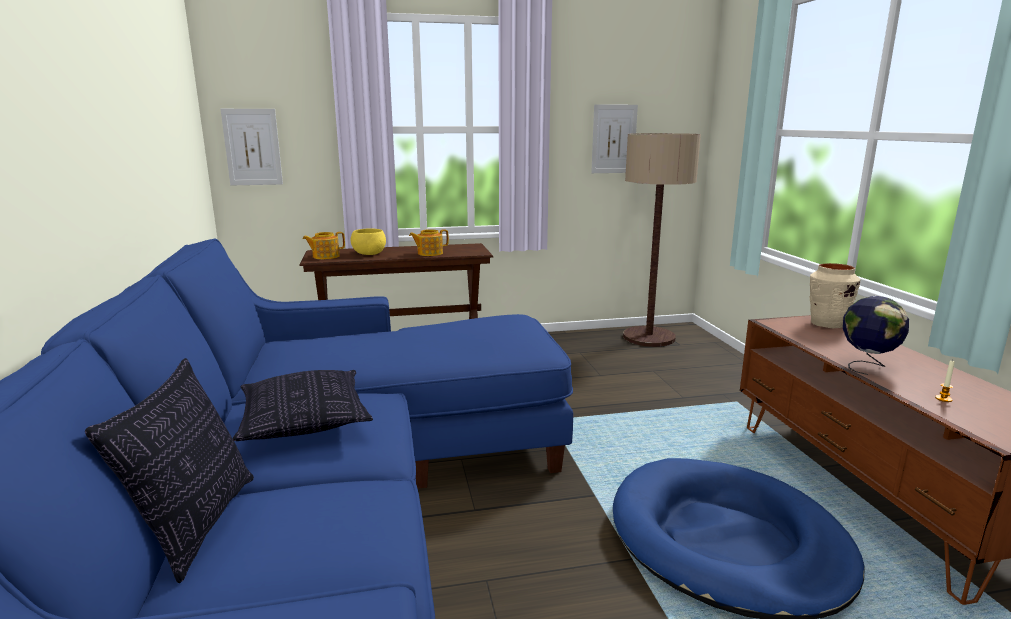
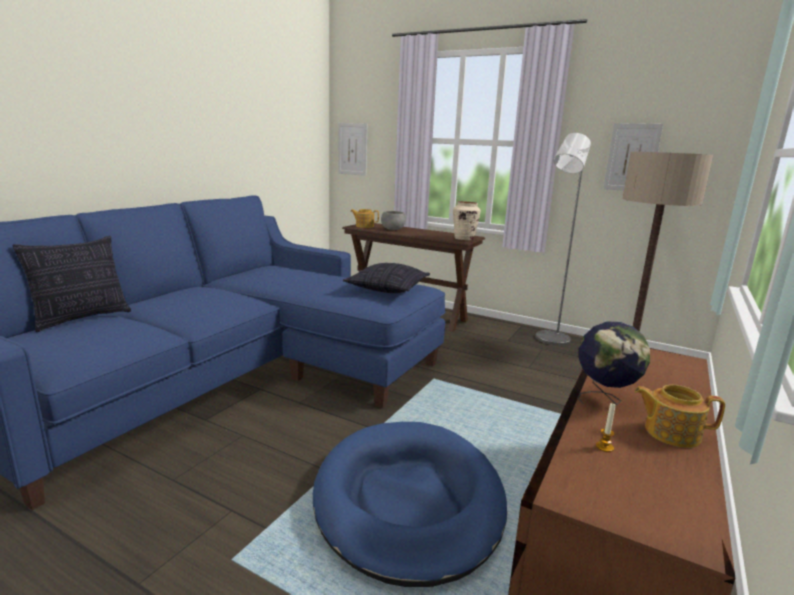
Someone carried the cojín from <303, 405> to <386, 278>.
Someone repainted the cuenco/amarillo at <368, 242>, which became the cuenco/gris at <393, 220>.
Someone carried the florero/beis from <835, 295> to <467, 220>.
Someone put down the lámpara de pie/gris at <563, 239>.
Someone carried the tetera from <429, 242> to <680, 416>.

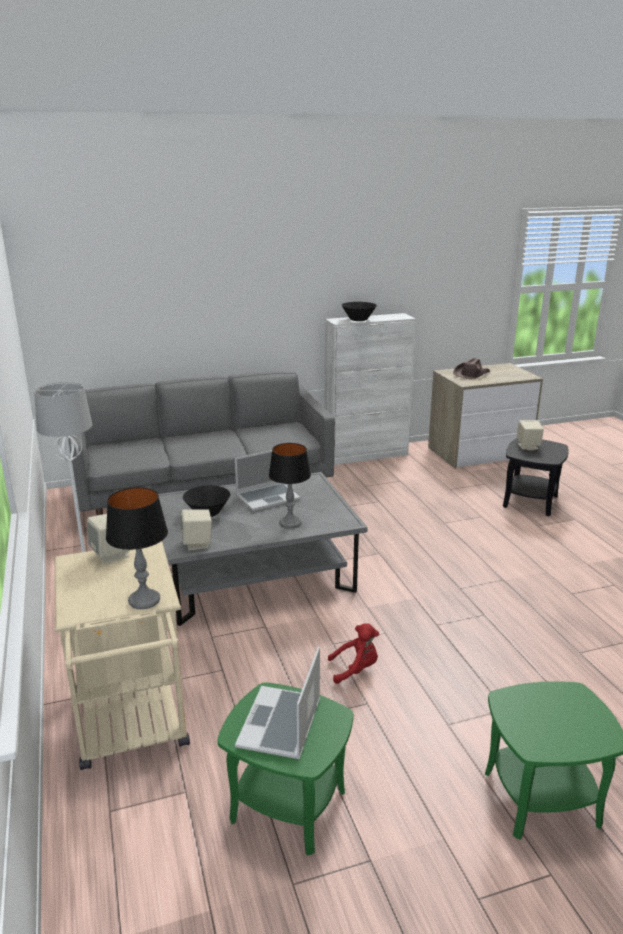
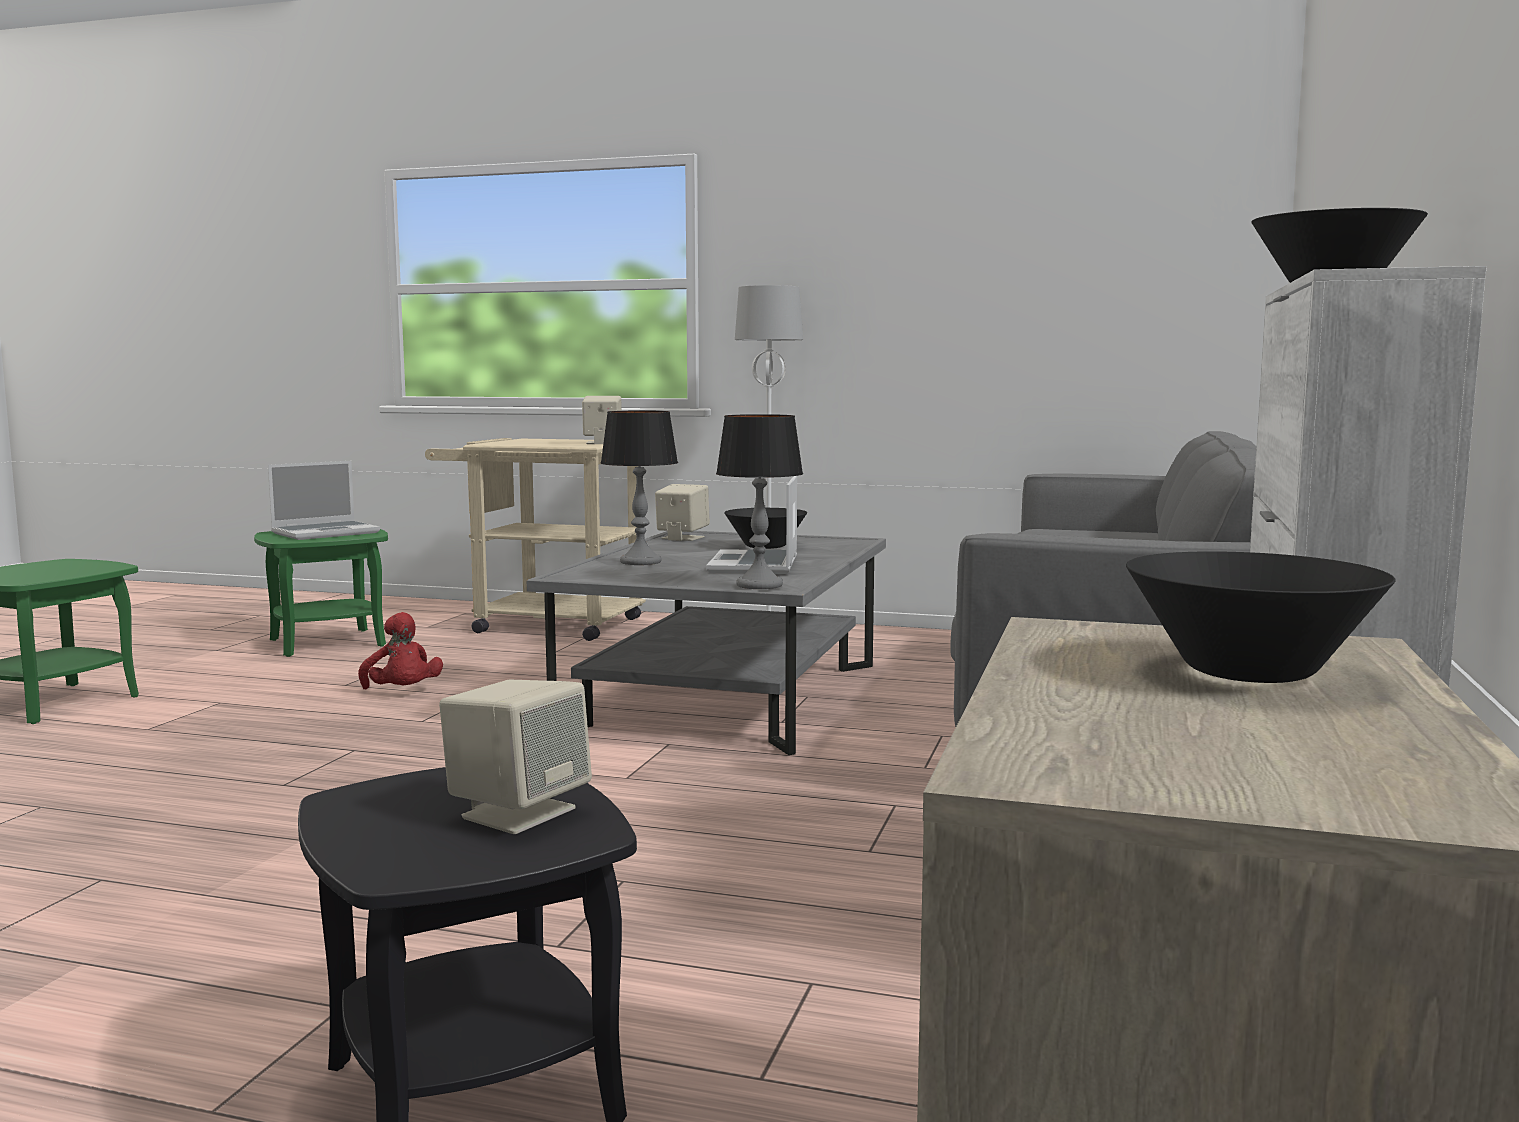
Someone rotated the portátil at <277, 702> by 90 degrees clockwise.
Someone rotated the peluche/rojo at <353, 653> by 60 degrees counterclockwise.
Someone carried the lámpara de mesa from <137, 548> to <759, 501>.
Someone swapped the sombrero/marrón at <471, 368> for the cuenco/negro at <1261, 617>.

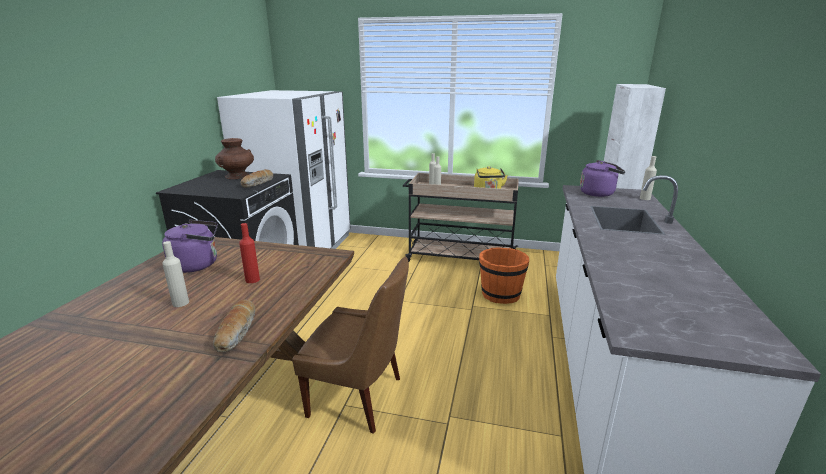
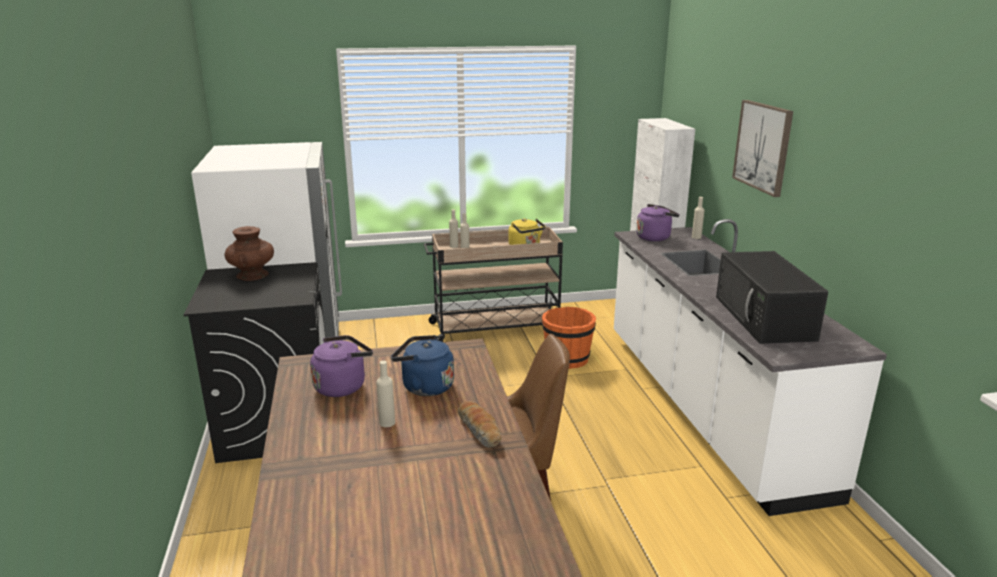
Someone swapped the botella/rojo at <249, 253> for the hervidor/azul at <422, 365>.
Someone put down the microondas/negro at <772, 297>.
Someone put up the cuadro at <762, 148>.
Someone took away the pan at <256, 178>.

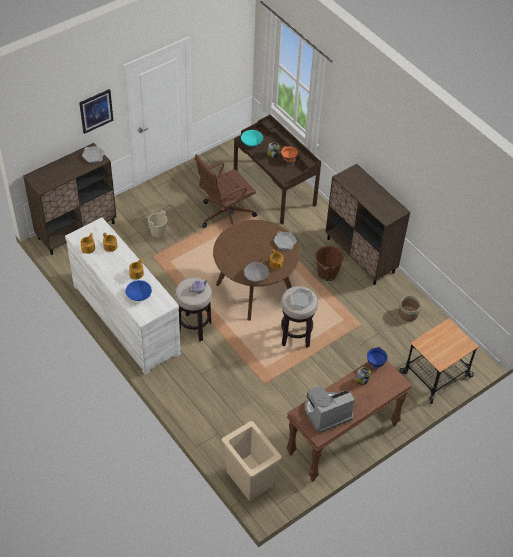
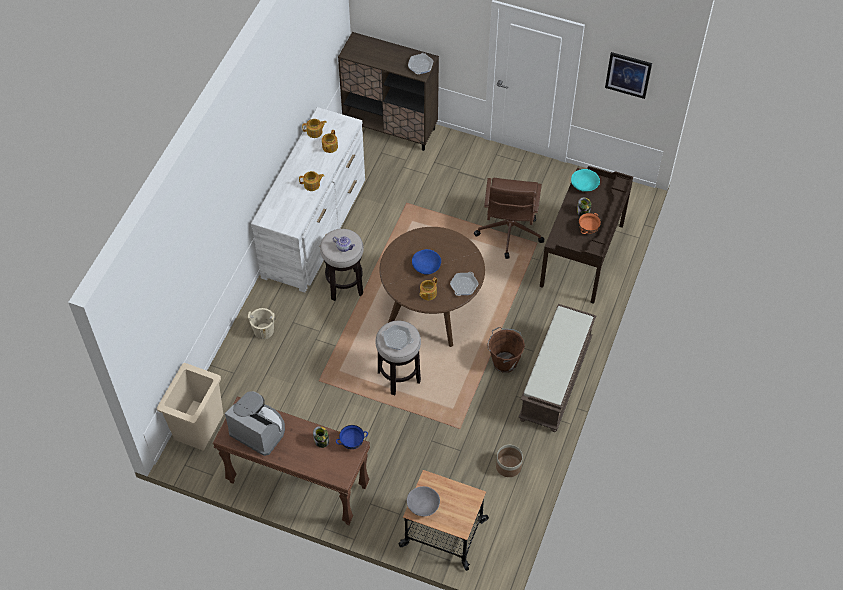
Someone carried the cubo/beis from <158, 224> to <262, 323>.
Someone carried the cuenco/gris from <256, 272> to <423, 501>.
Someone carried the cuenco/azul from <138, 290> to <426, 261>.
Someone rotated the silla de oficina/marrón at <226, 191> by 105 degrees counterclockwise.
Someone swapped the armario/marrón at <367, 224> for the banco/marrón at <557, 368>.
Someone carried the cuadro from <96, 111> to <628, 75>.

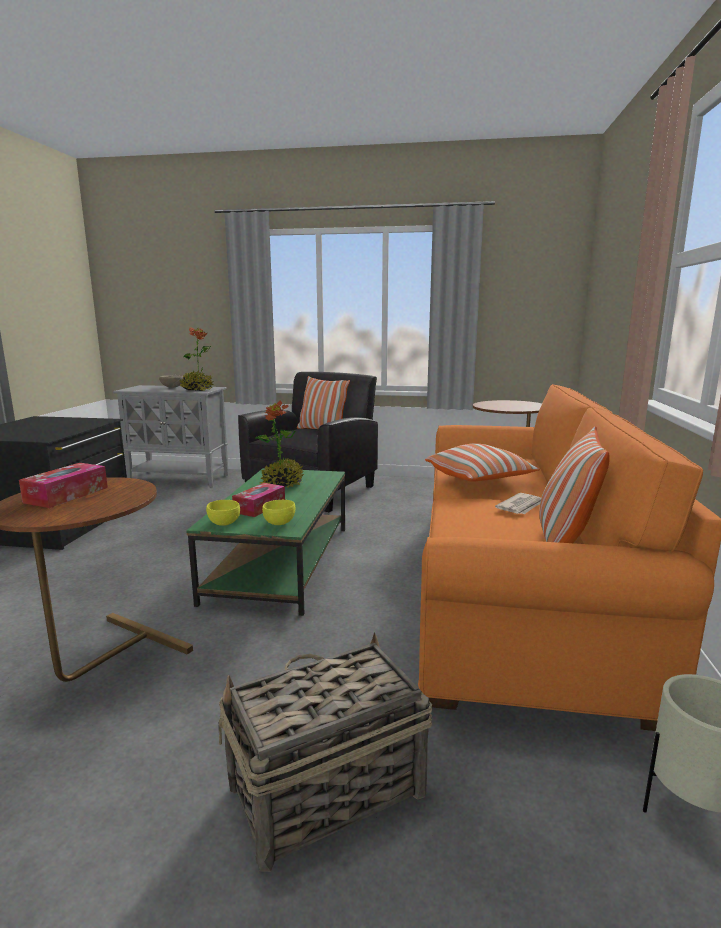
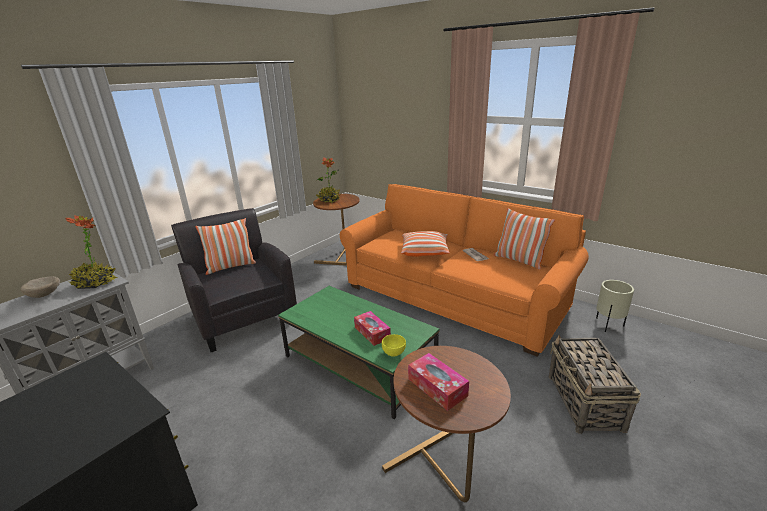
Someone carried the planta en maceta from <279, 444> to <328, 180>.
Someone took away the cuenco/amarillo at <278, 512>.

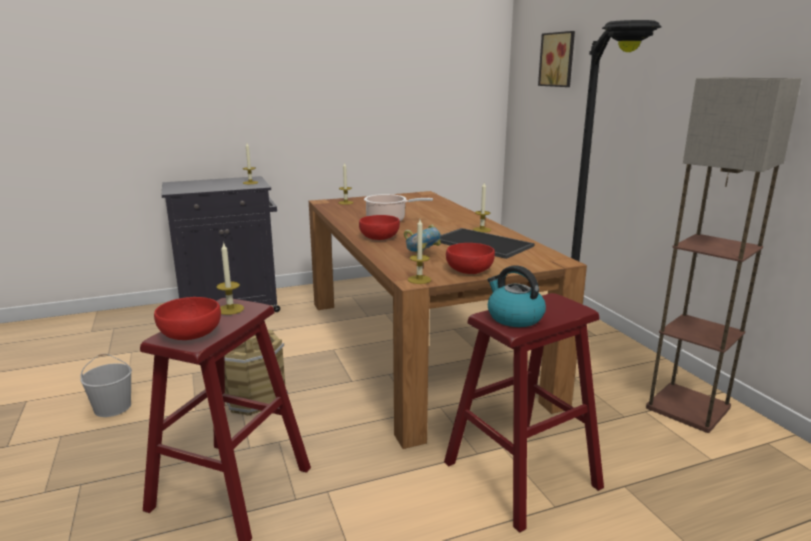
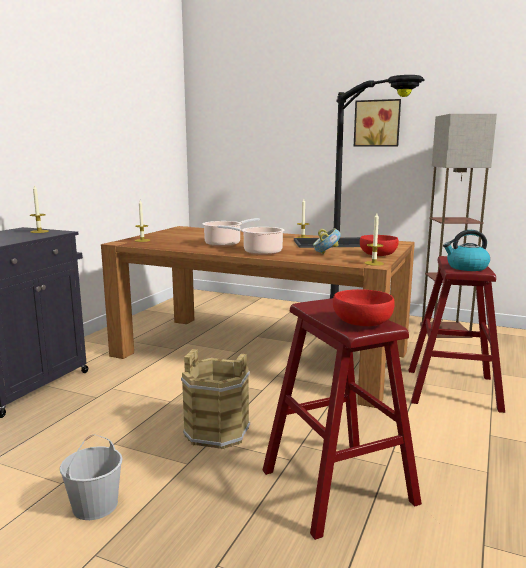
Someone swapped the cuenco/rojo at <379, 227> for the olla at <251, 240>.
Someone carried the cuadro from <556, 59> to <377, 123>.
Someone took away the vela at <230, 278>.

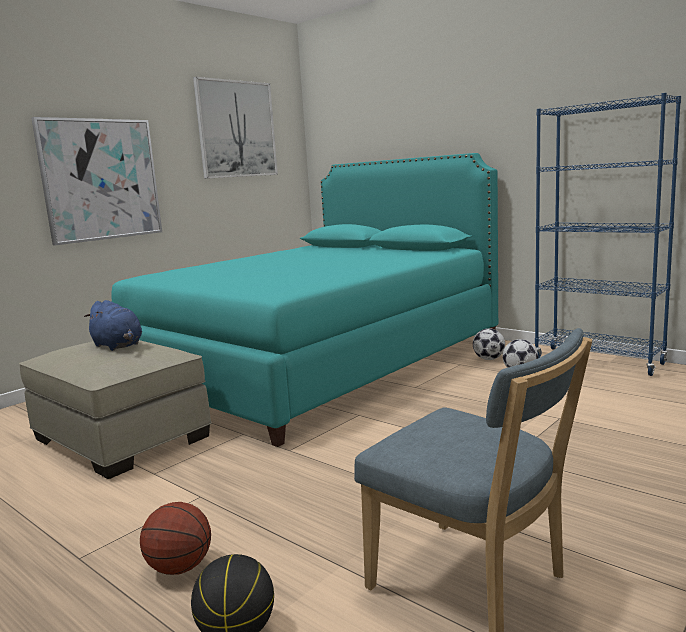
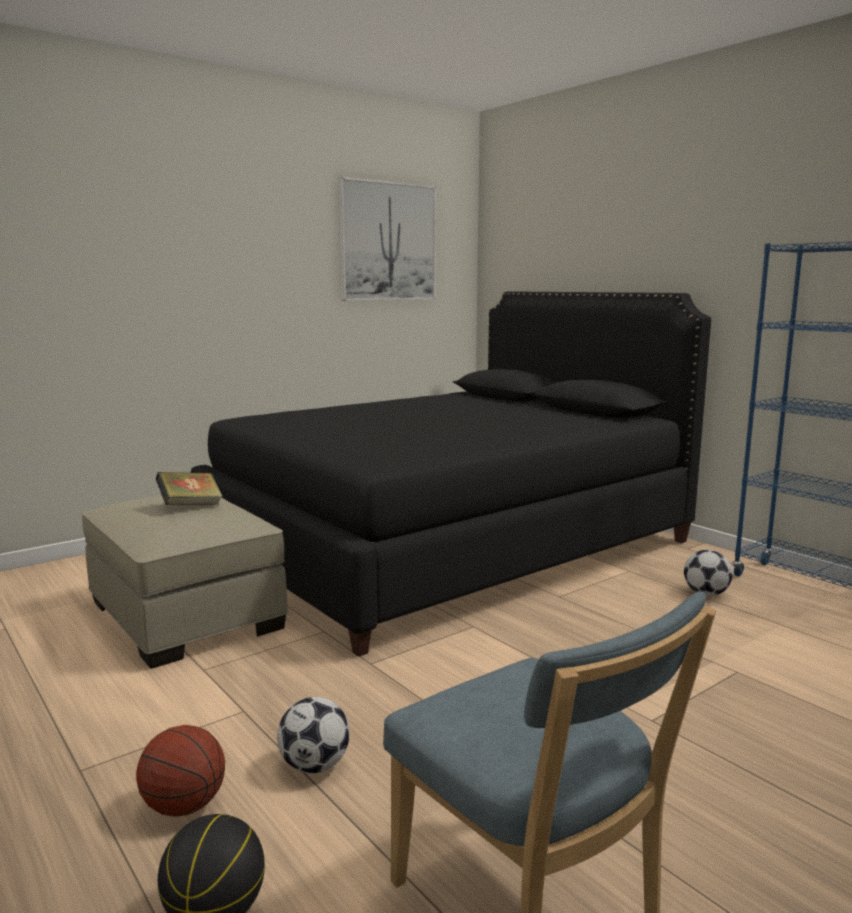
Someone swapped the peluche/azul at <113, 325> for the libro at <189, 488>.
Someone repainted the cama/turquesa at <304, 300>, which became the cama/negro at <451, 474>.
Someone carried the balón de fútbol from <489, 344> to <313, 735>.
Someone took away the cuadro at <96, 181>.

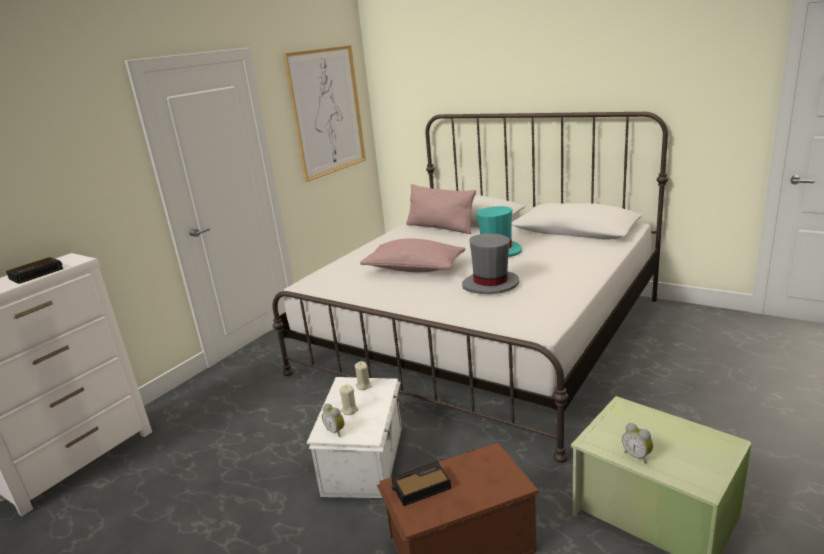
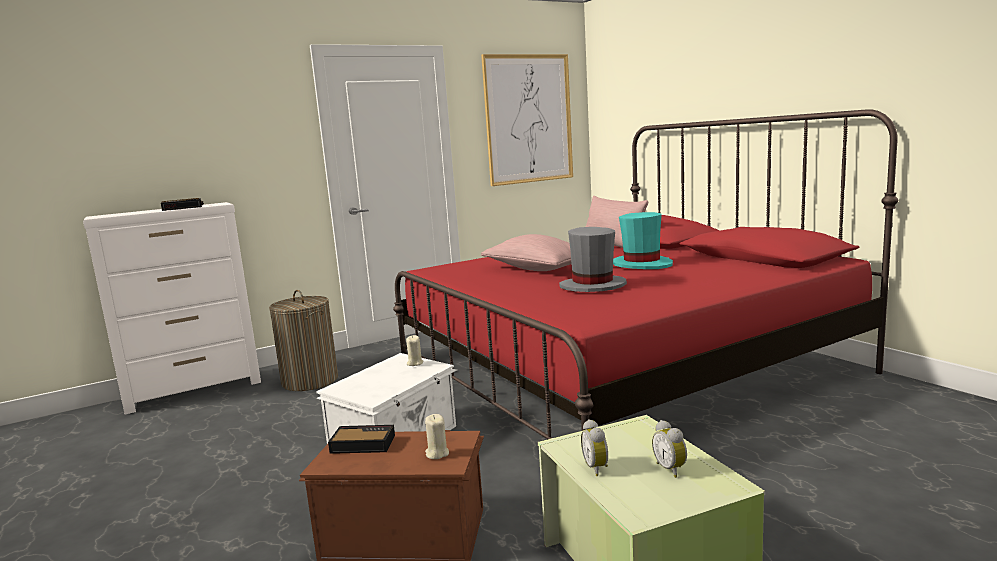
Someone put down the cesto de la ropa at <303, 340>.
Someone repainted the cama/blanco at <470, 287>, which became the cama/rojo at <645, 274>.
Someone carried the vela/beis from <349, 399> to <437, 436>.
Someone carried the despertador from <333, 420> to <669, 449>.

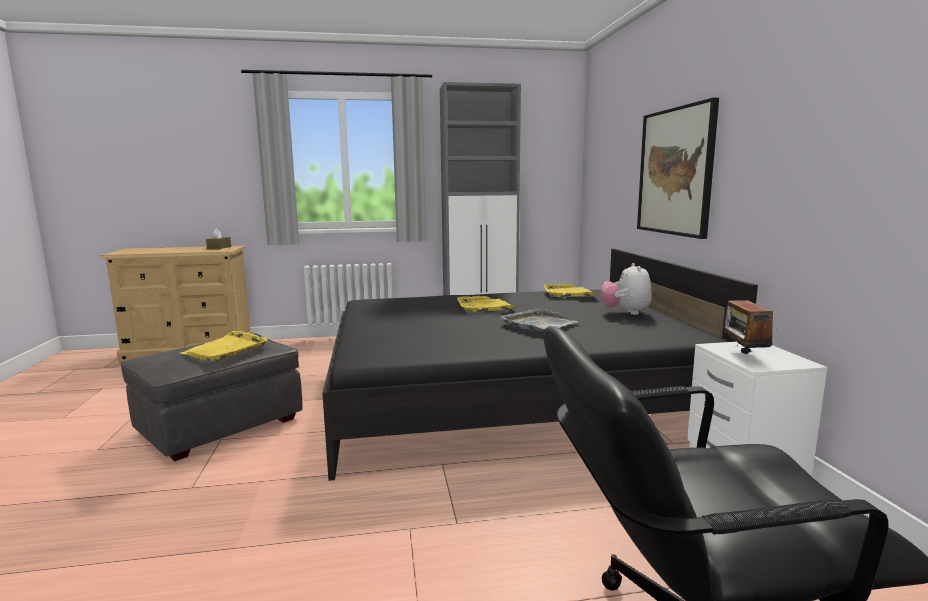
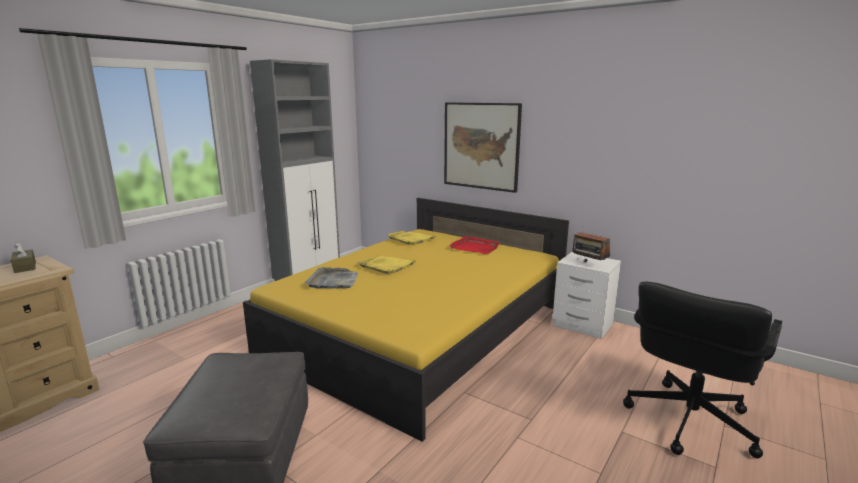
Someone repainted the cama/negro at <540, 365>, which became the cama/amarillo at <406, 320>.
Someone carried the bandeja/gris from <539, 320> to <331, 278>.
Someone swapped the peluche at <626, 289> for the bandeja/rojo at <474, 245>.
Someone took away the bandeja/amarillo at <224, 346>.

